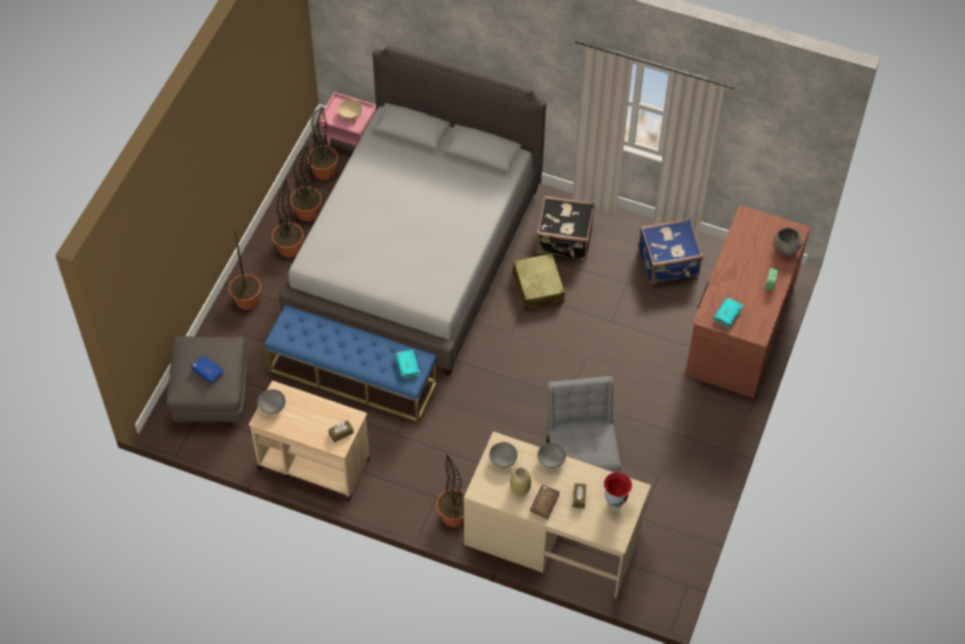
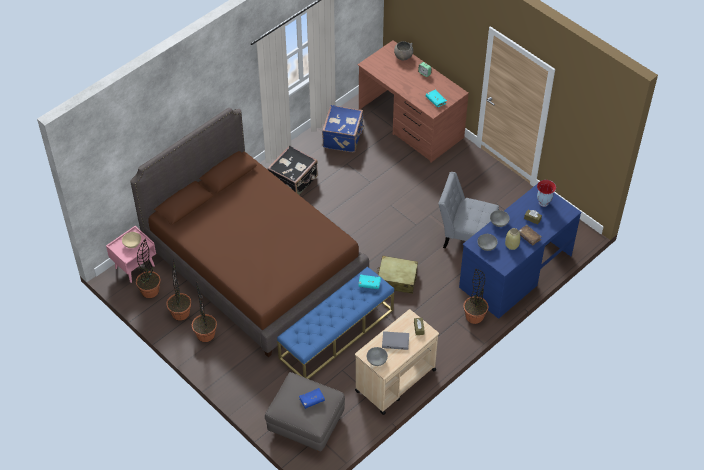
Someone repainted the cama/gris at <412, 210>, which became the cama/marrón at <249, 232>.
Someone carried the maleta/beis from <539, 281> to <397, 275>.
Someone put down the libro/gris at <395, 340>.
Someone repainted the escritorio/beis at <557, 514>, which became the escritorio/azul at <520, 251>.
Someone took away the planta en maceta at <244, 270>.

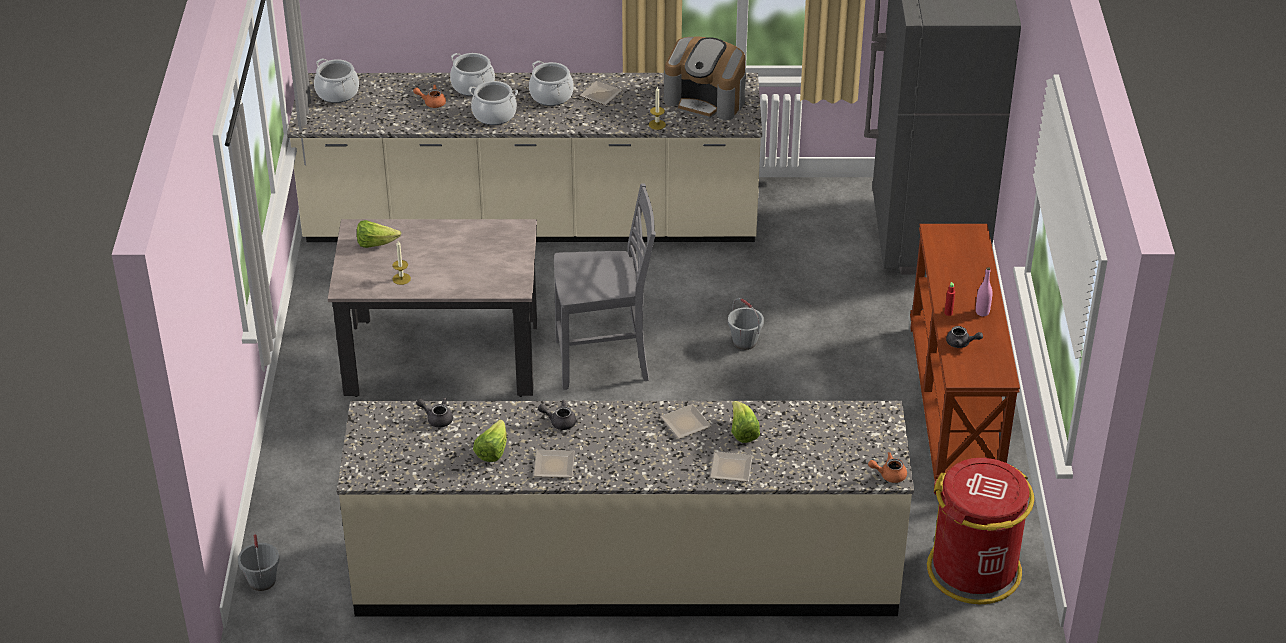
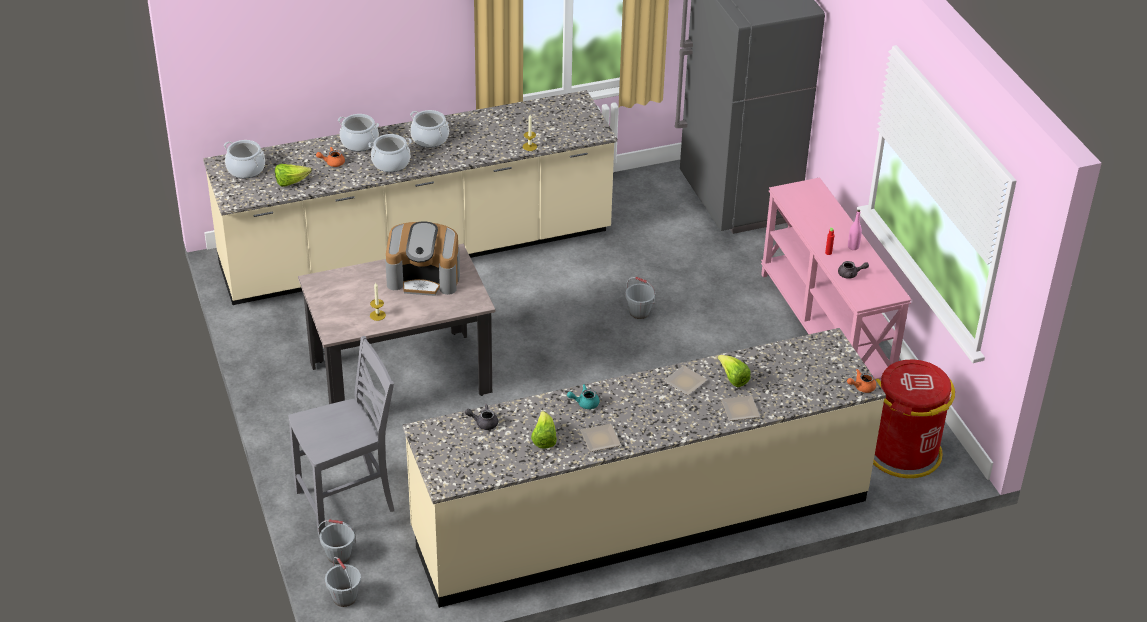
Someone carried the lechuga from <379, 234> to <293, 175>.
Someone carried the silla/gris from <605, 286> to <342, 435>.
Someone put down the cubo/gris at <337, 541>.
Someone carried the cafetera from <705, 78> to <422, 258>.
Someone repainted the tetera/gris at <557, 415>, which became the tetera/turquesa at <583, 396>.
Someone repainted the mesa consola/marrón at <965, 353>, which became the mesa consola/rosa at <836, 279>.
Someone took away the plato at <600, 93>.

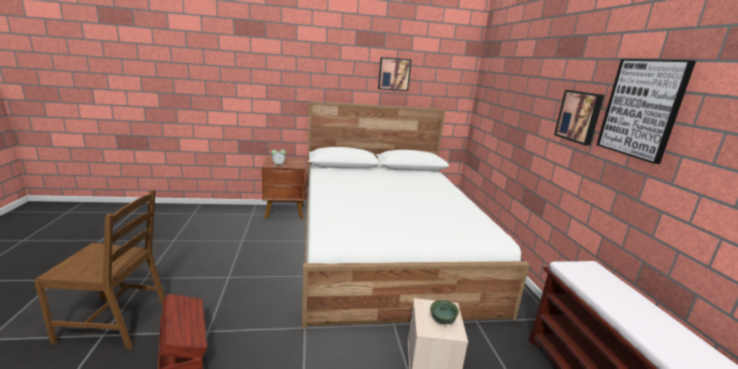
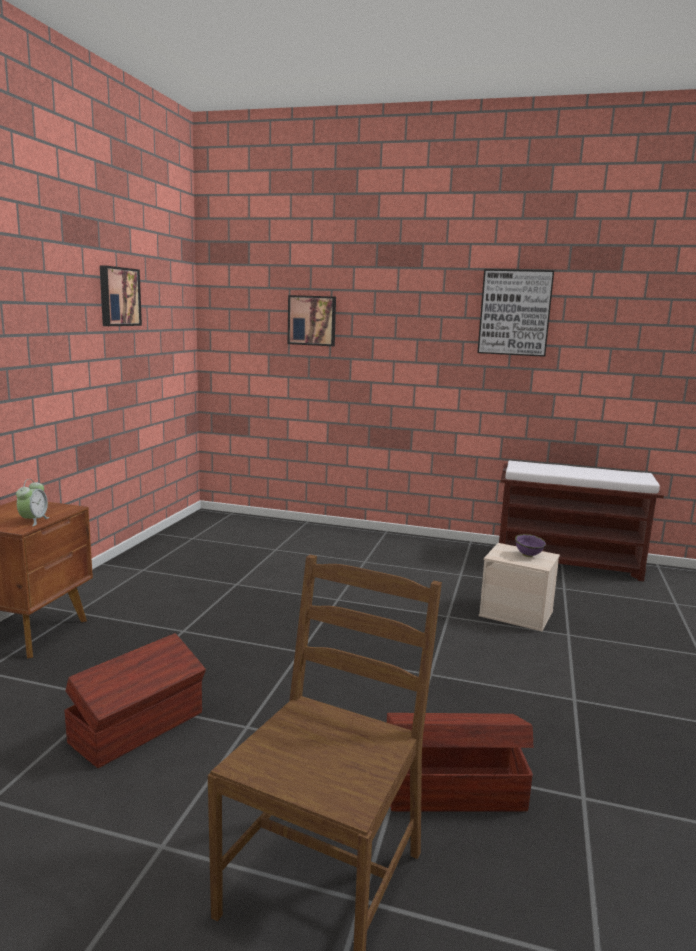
Someone put down the caja de almacenaje/marrón at <135, 700>.
Someone carried the cuadro from <579, 118> to <312, 320>.
Someone repainted the cuenco/verde at <444, 312>, which became the cuenco/morado at <530, 545>.
Someone took away the cama/blanco at <416, 215>.

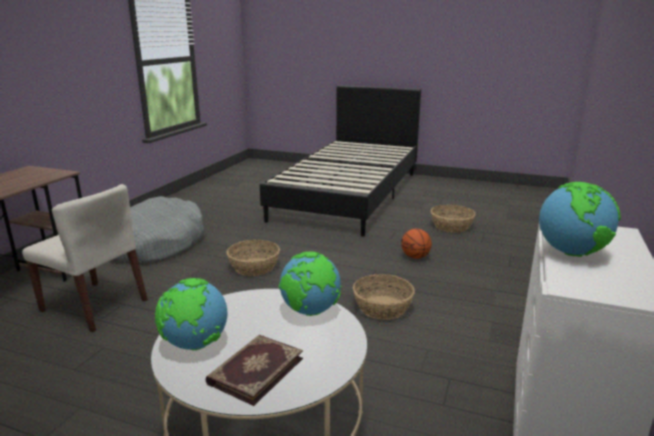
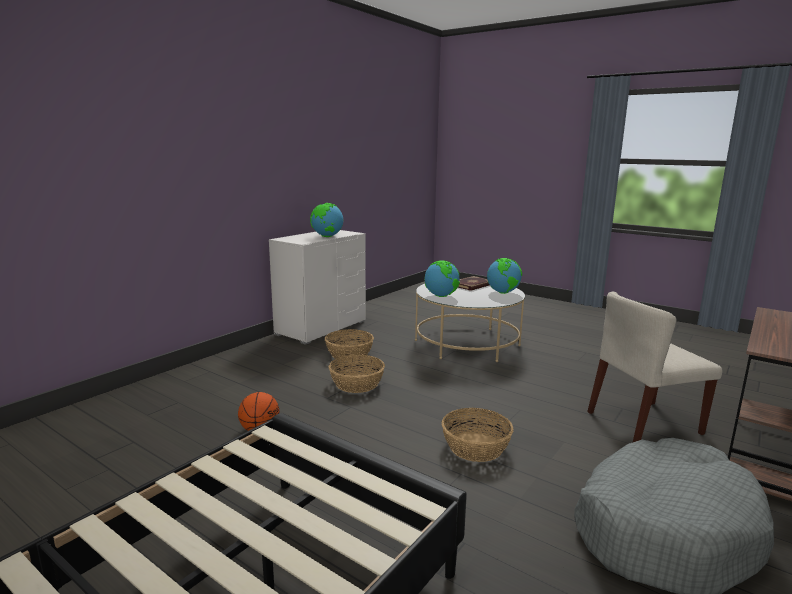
Someone carried the cesta from <453, 218> to <349, 344>.
Someone rotated the silla/beis at <85, 258> by 60 degrees counterclockwise.

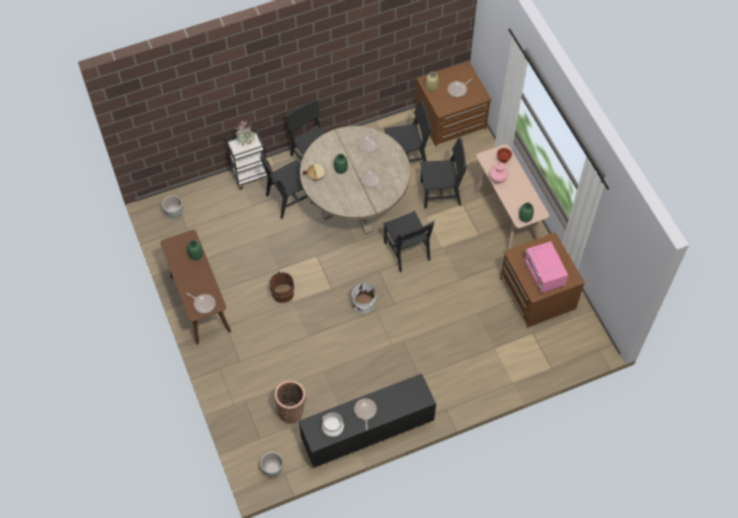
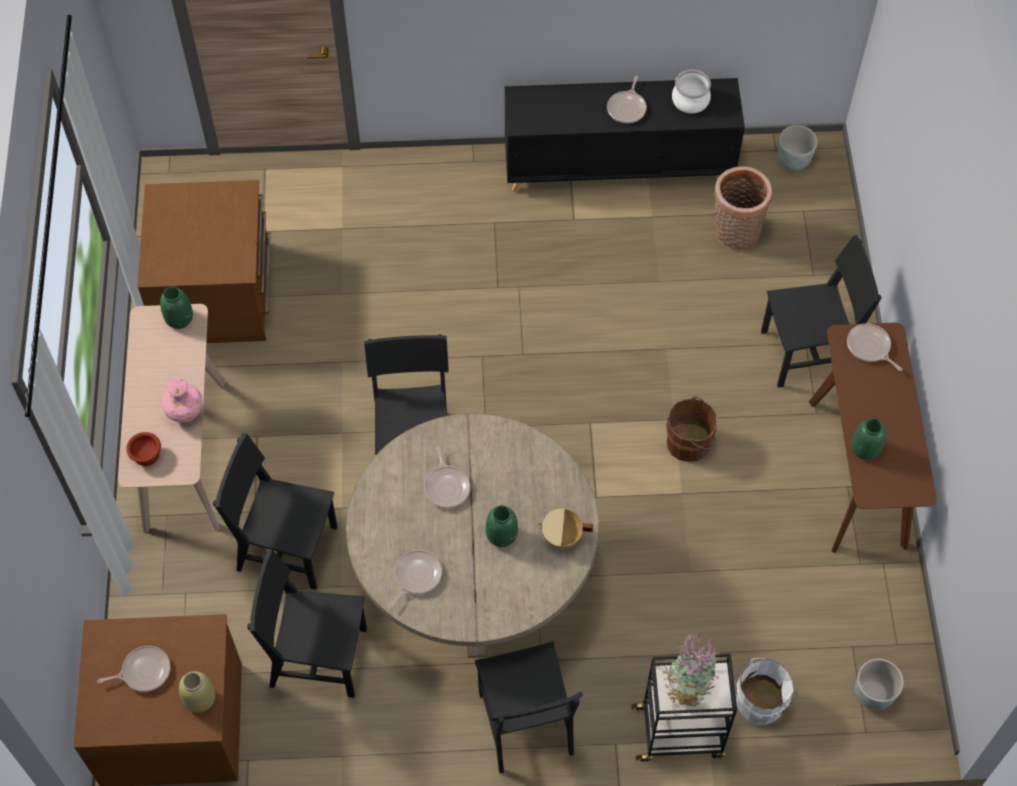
Someone carried the cubo/blanco from <362, 298> to <767, 691>.
Someone carried the silla/negro from <286, 186> to <821, 311>.
Someone took away the microondas/rosa at <546, 267>.

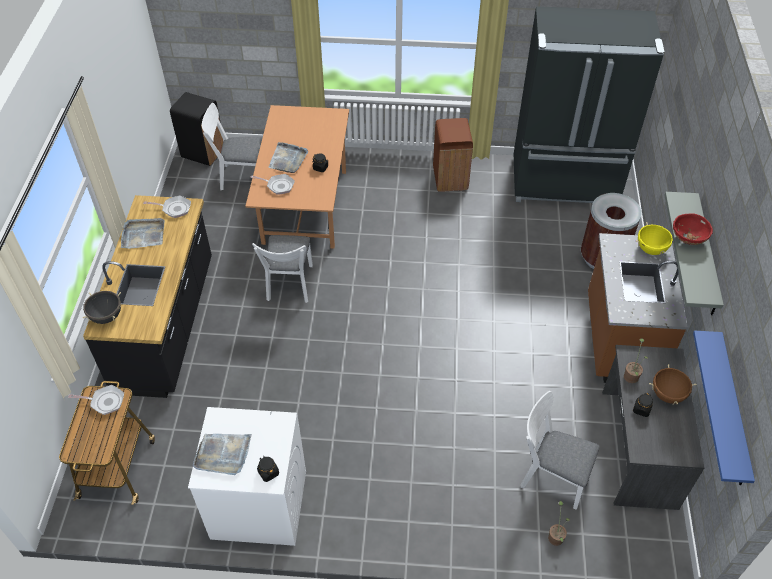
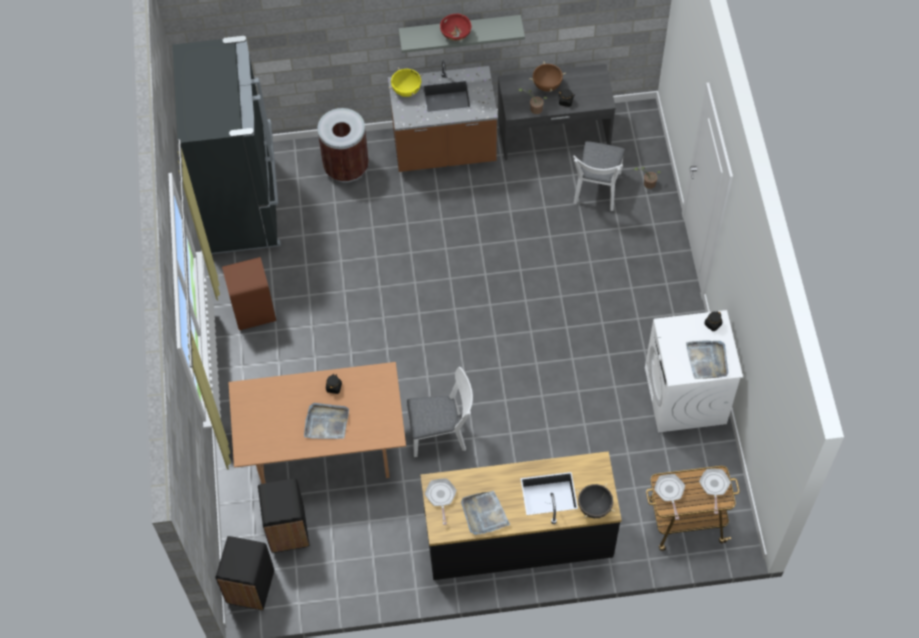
Someone swapped the silla/blanco at <232, 146> for the papelera/negro at <283, 516>.
Someone carried the sartén from <272, 184> to <715, 491>.
Someone took away the estante/azul at <724, 407>.

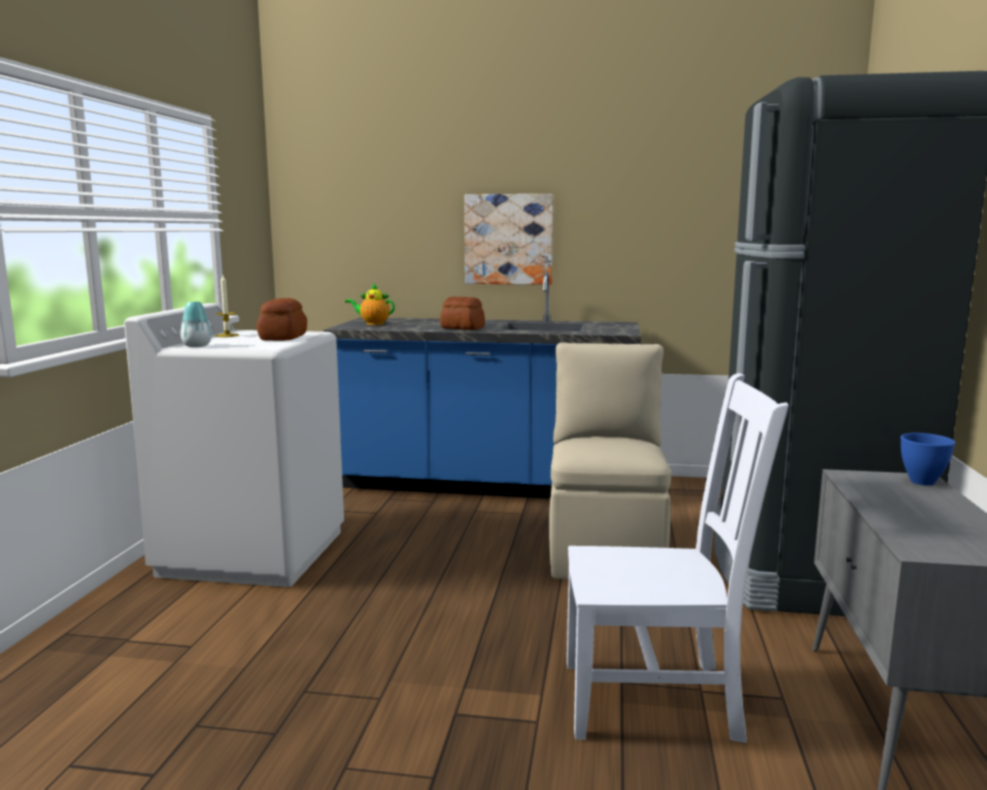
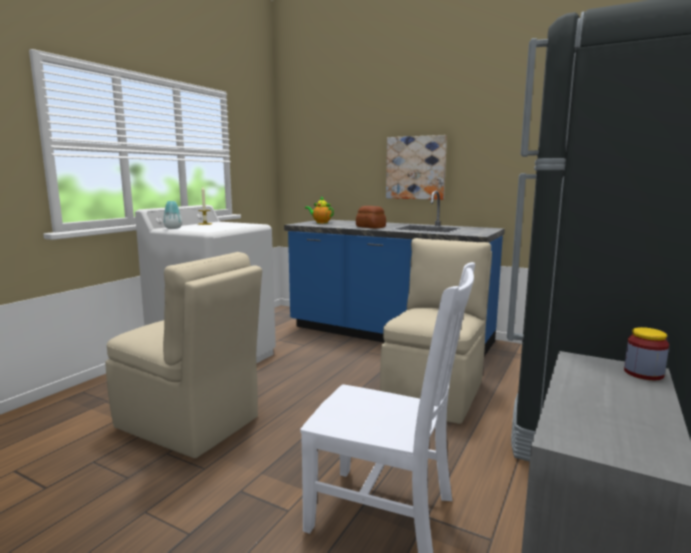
Someone put down the silla/beis at <183, 355>.
Someone swapped the cuenco/azul at <928, 459> for the tarro at <646, 353>.
Someone took away the pan at <282, 319>.

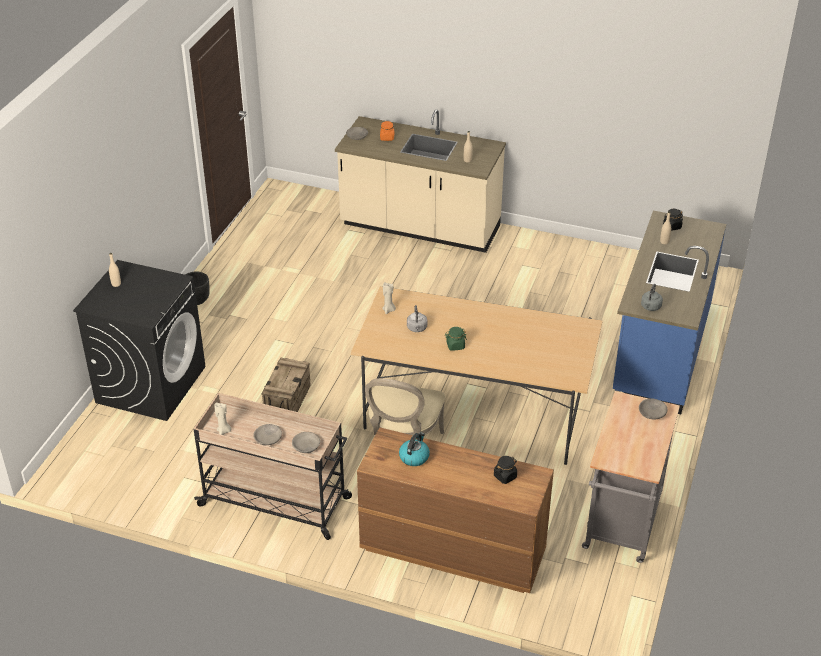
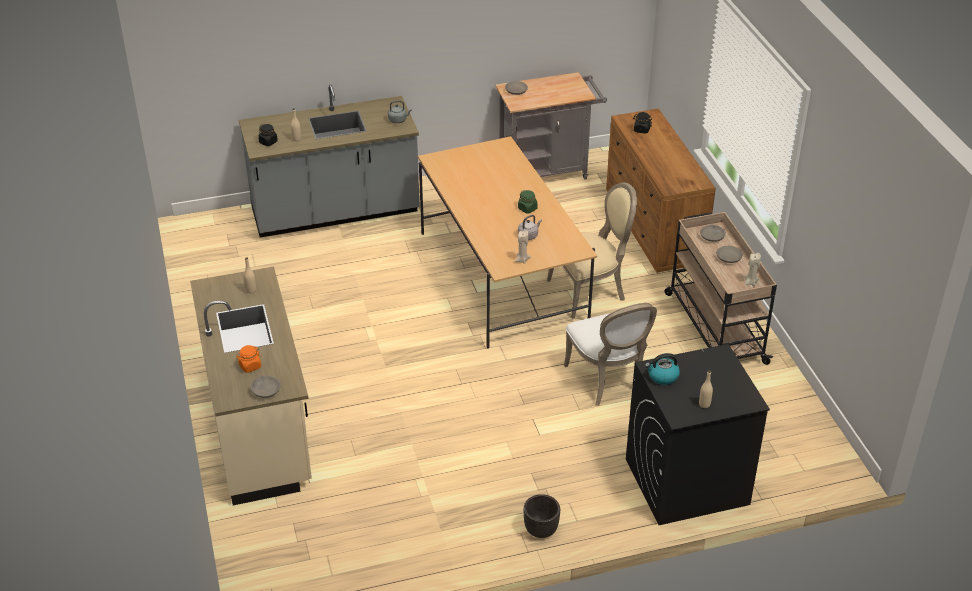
Someone repainted the mueble bajo de cocina/azul at <669, 312>, which became the mueble bajo de cocina/gris at <329, 161>.
Someone swapped the caja de embalaje at <286, 385> for the silla/blanco at <610, 354>.
Someone carried the hervidor from <414, 449> to <662, 369>.

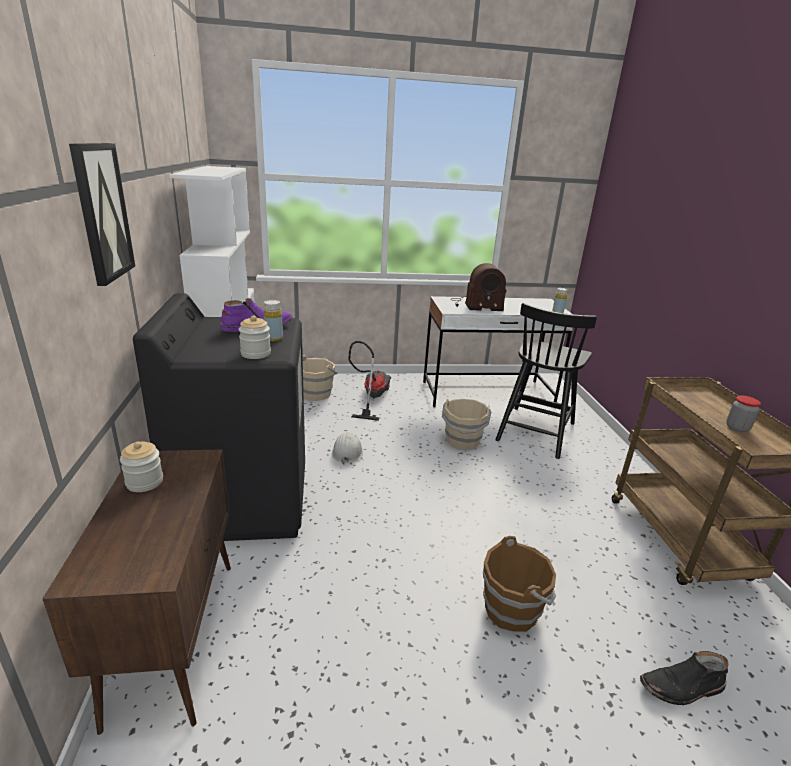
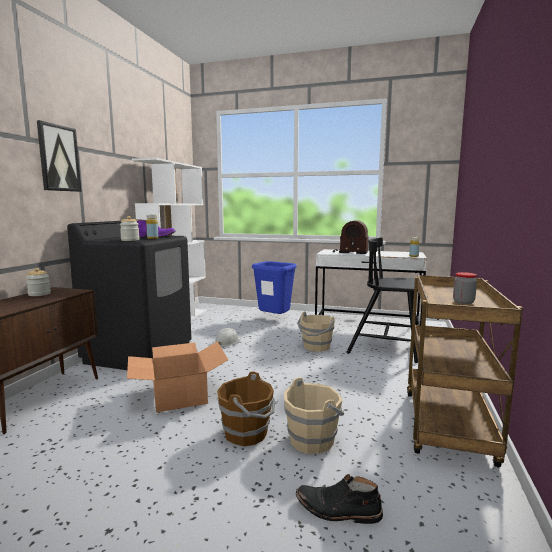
Someone put down the caja de cartón at <177, 376>.
Someone swapped the aspiradora at <369, 381> for the papelera/azul at <274, 287>.
Someone carried the cubo/beis from <320, 378> to <314, 416>.
Someone rotated the silla/negro at <546, 381> by 60 degrees clockwise.

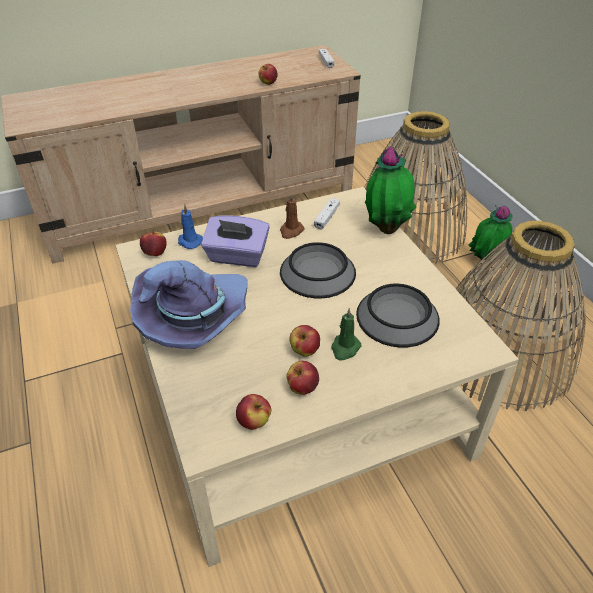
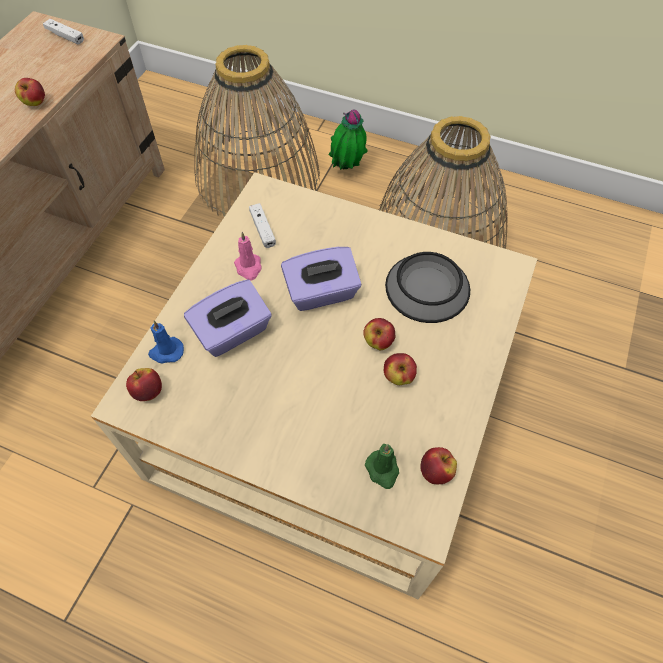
Someone repainted the vela/marrón at <292, 216>, which became the vela/rosa at <248, 256>.
Someone swapped the cuenco at <318, 270> for the caja de pañuelos/morado at <321, 279>.
Someone carried the manzana from <302, 378> to <379, 334>.
Someone carried the vela/verde from <346, 334> to <382, 466>.
Someone took away the sombrero/morado at <189, 304>.
Someone took away the planta en maceta at <390, 190>.

